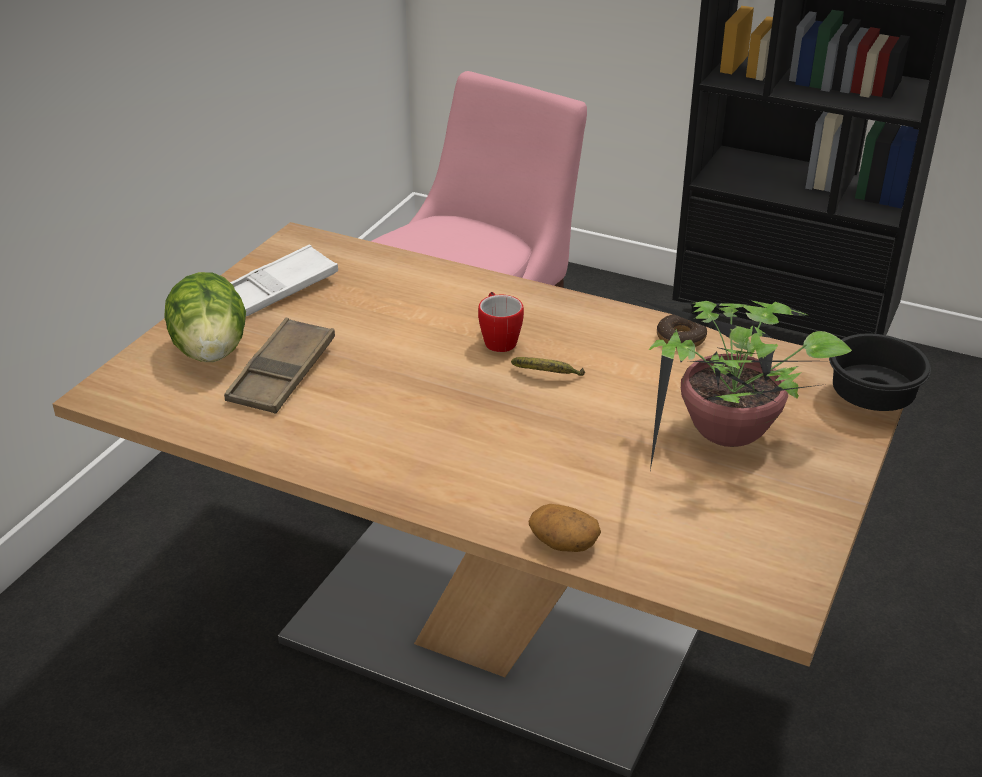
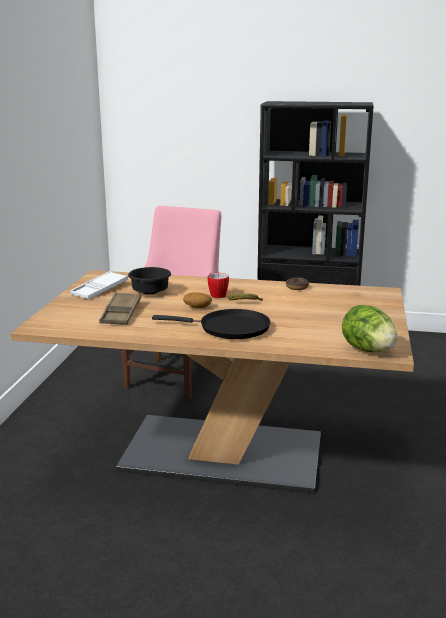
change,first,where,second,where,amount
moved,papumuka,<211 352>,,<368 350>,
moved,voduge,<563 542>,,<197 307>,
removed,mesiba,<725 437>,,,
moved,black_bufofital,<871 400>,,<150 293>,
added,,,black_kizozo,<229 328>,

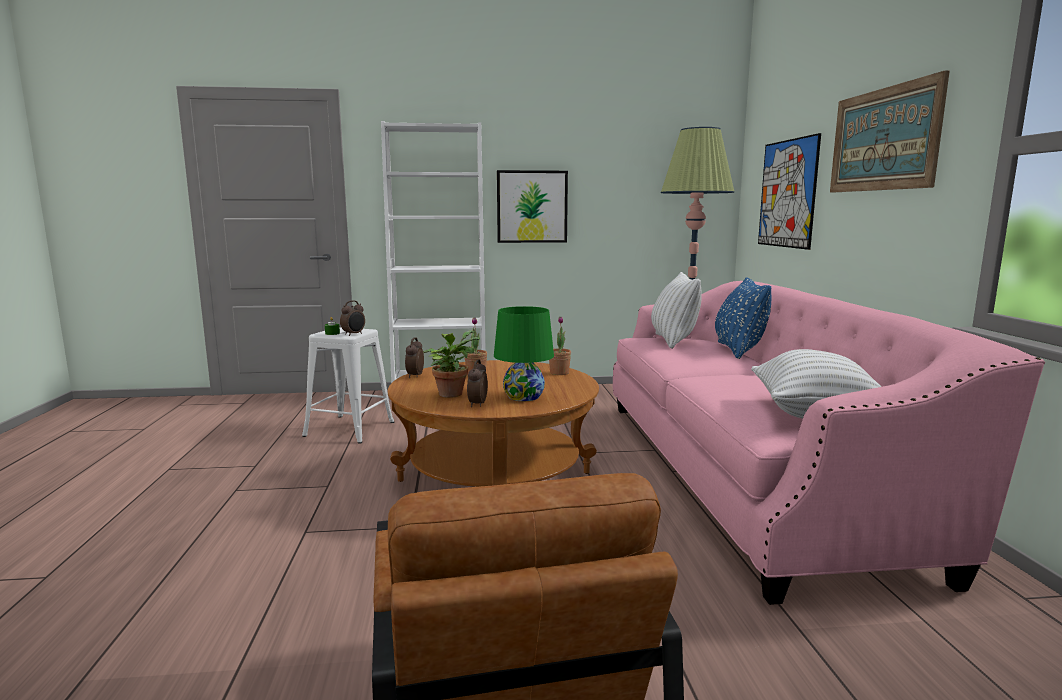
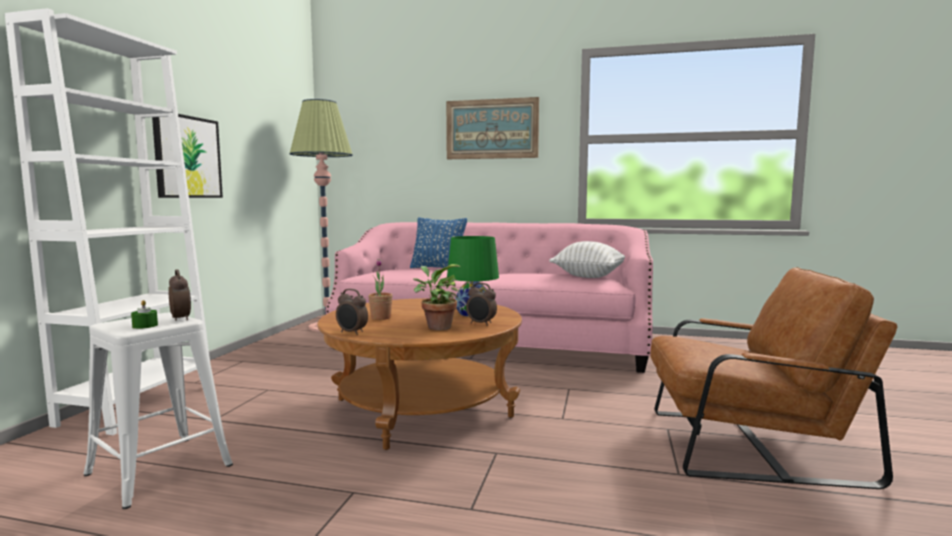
change,first,where,second,where,amount
removed,mesiba,<559 373>,,,
removed,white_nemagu,<673 341>,,,
removed,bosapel,<787 194>,,,

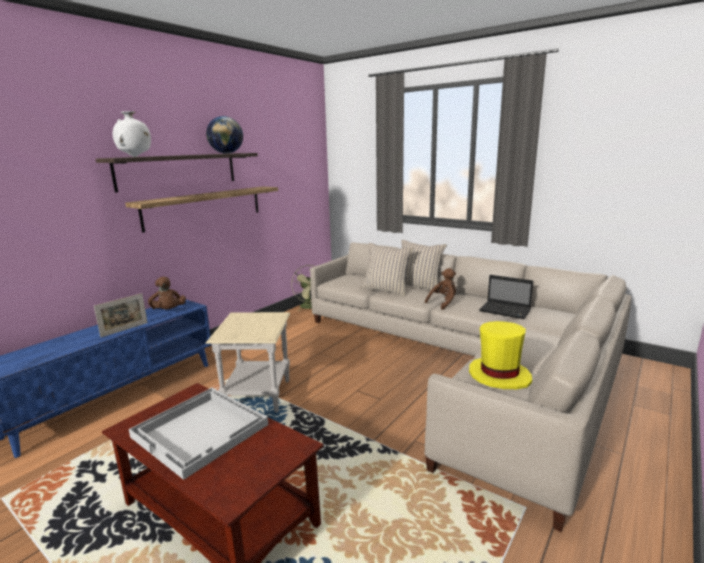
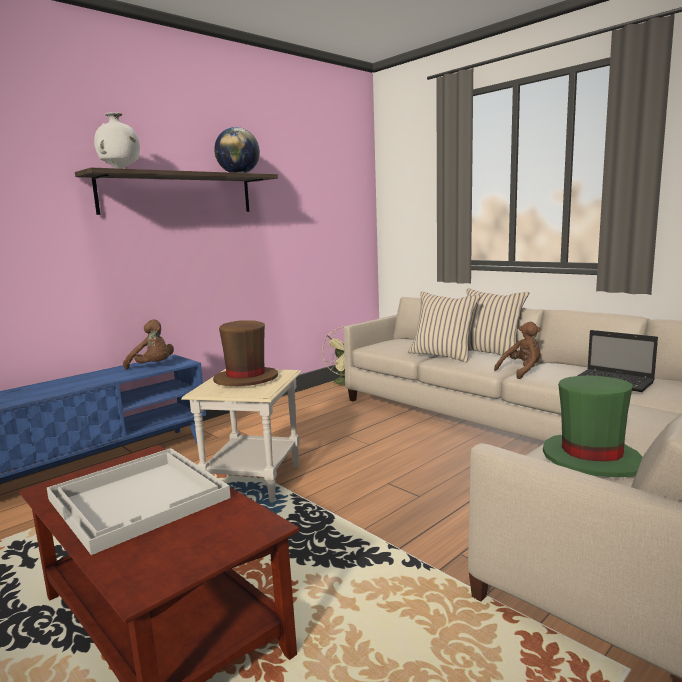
change,first,where,second,where,amount
removed,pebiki,<124 330>,,,
removed,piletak,<205 207>,,,
turned,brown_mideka,<168 311>,,<153 367>,45 degrees counterclockwise
recoloured,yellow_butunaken,<499 375>,green_butunaken,<591 458>,
added,,,brown_butunaken,<246 379>,

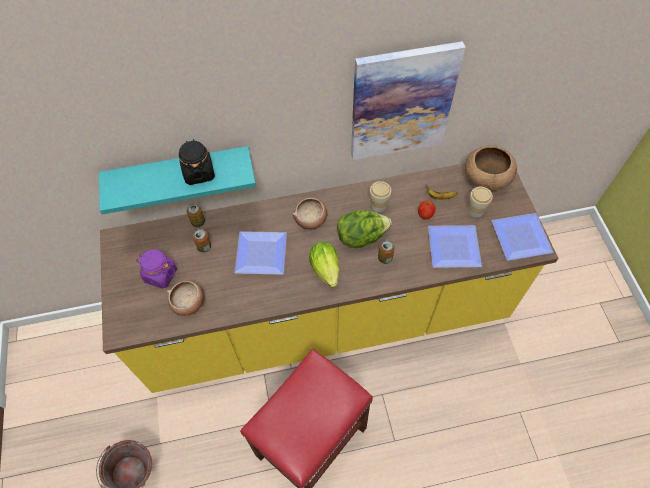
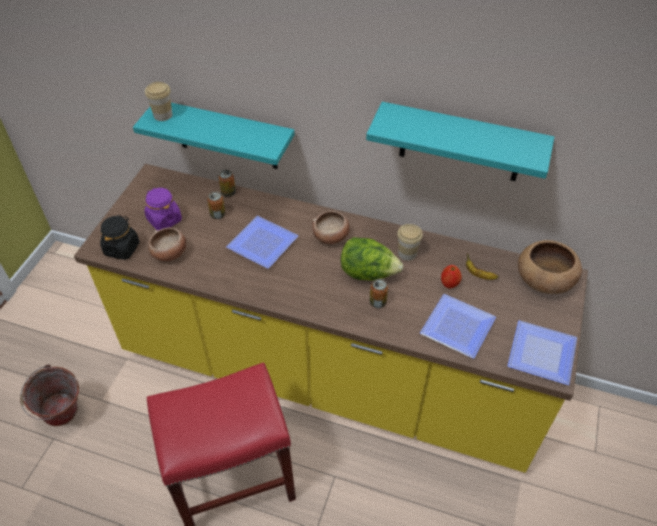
change,first,where,second,where,amount
moved,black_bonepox,<199 172>,,<122 248>,
removed,papumuka,<326 272>,,,
replaced,bosapel,<401 102>,turquoise_piletak,<461 143>,
moved,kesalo,<475 210>,,<163 115>,

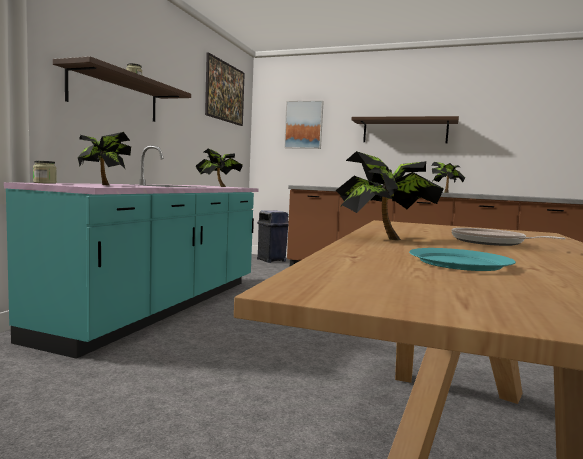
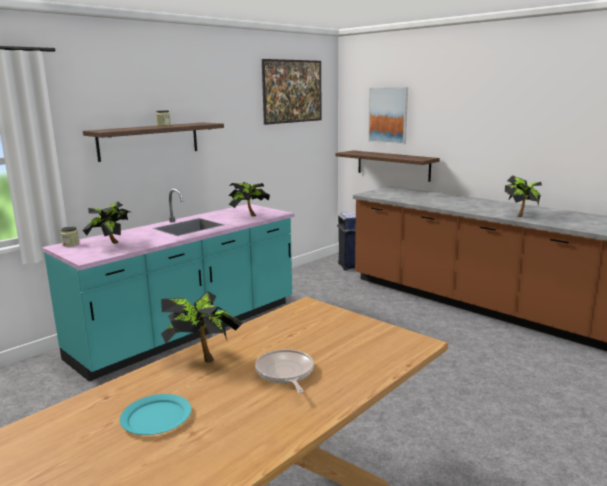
change,first,where,second,where,amount
moved,piletak,<404 131>,,<393 165>,

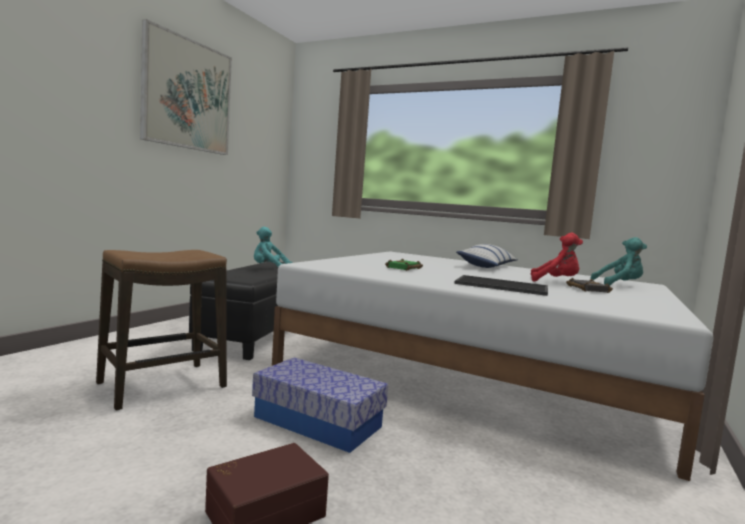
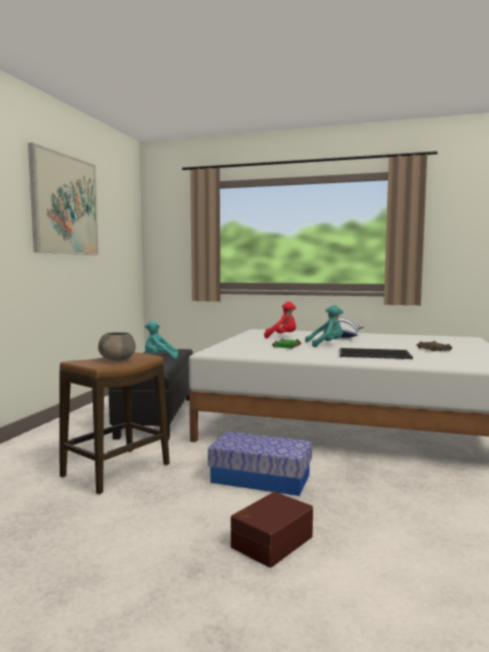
change,first,where,second,where,amount
moved,red_mideka,<555 282>,,<282 337>,
moved,turquoise_mideka,<619 285>,,<326 345>,
added,,,grey_bufofital,<118 359>,

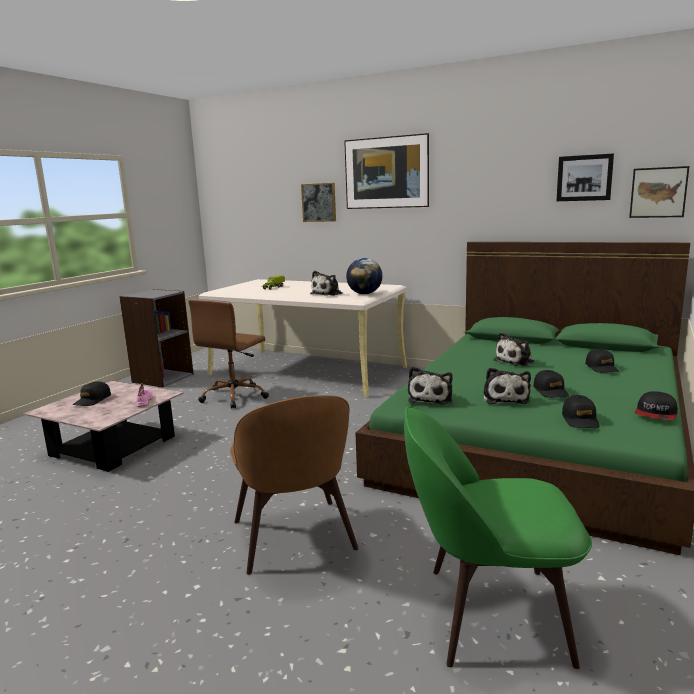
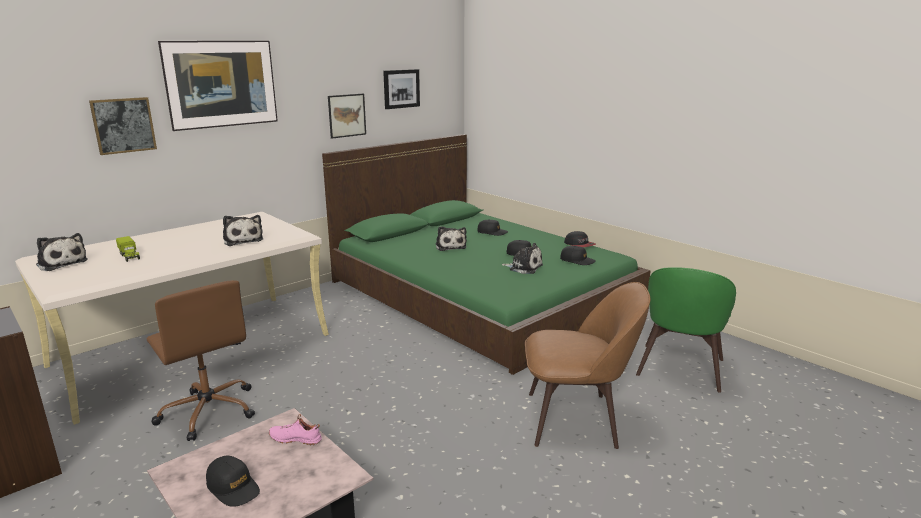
change,first,where,second,where,amount
removed,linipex,<365 294>,,,
moved,mideka,<431 398>,,<61 263>,
moved,bosapel,<658 192>,,<347 115>,

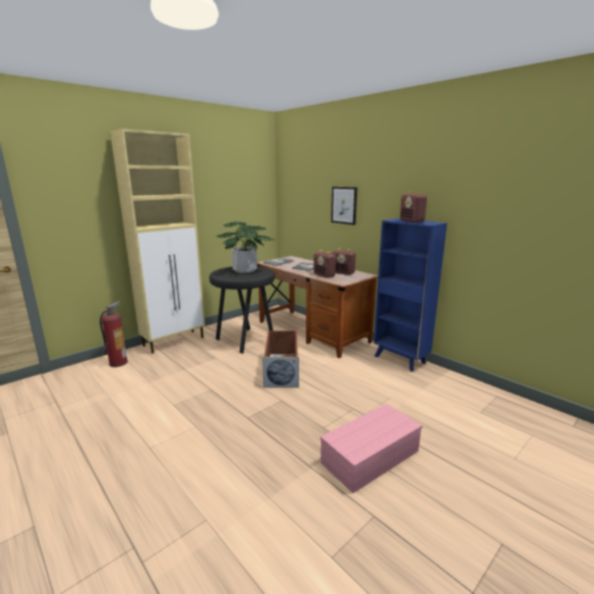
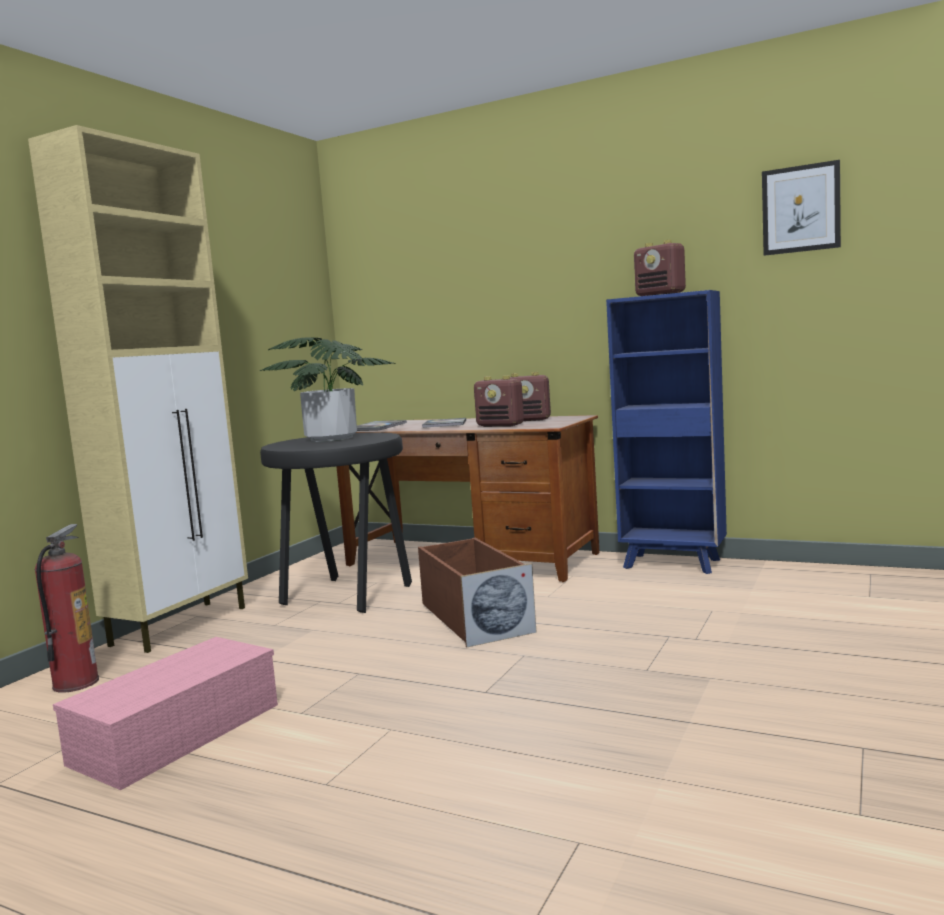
change,first,where,second,where,amount
moved,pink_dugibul,<370 455>,,<178 732>,
moved,bosapel,<344 205>,,<801 209>,

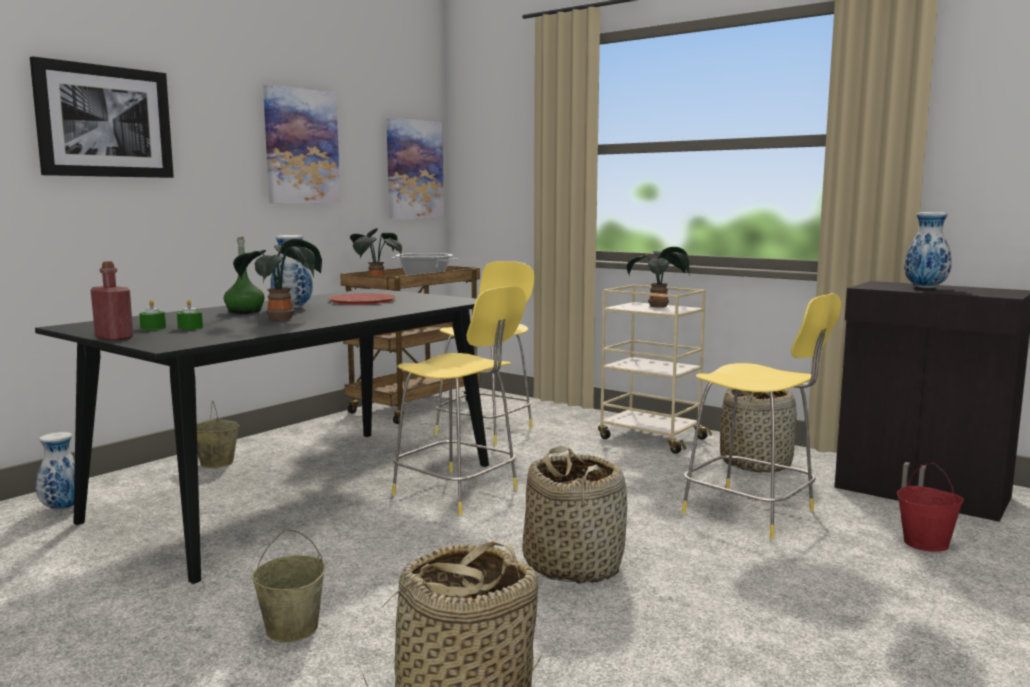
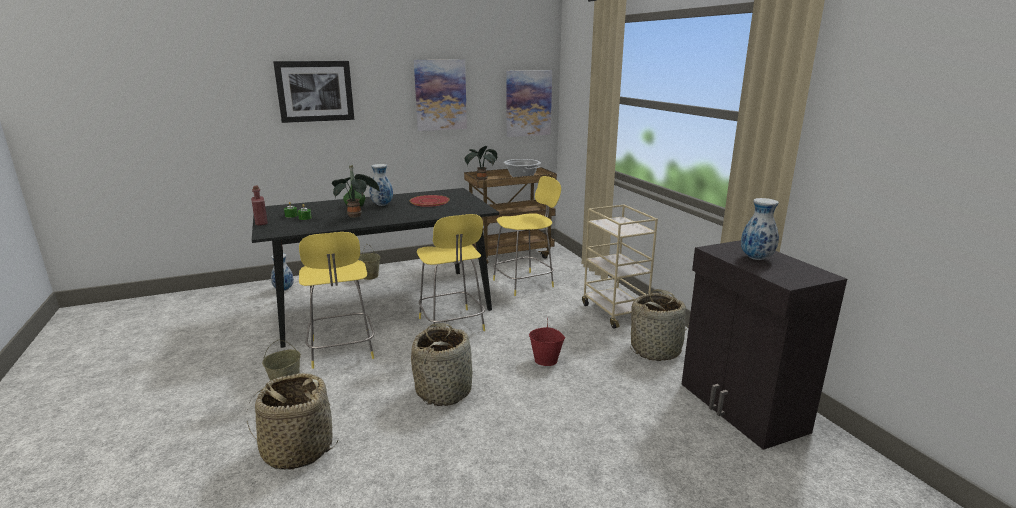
change,first,where,second,where,amount
removed,mesiba,<659 307>,,,
moved,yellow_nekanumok,<752 513>,,<342 350>,
moved,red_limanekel,<926 543>,,<546 360>,

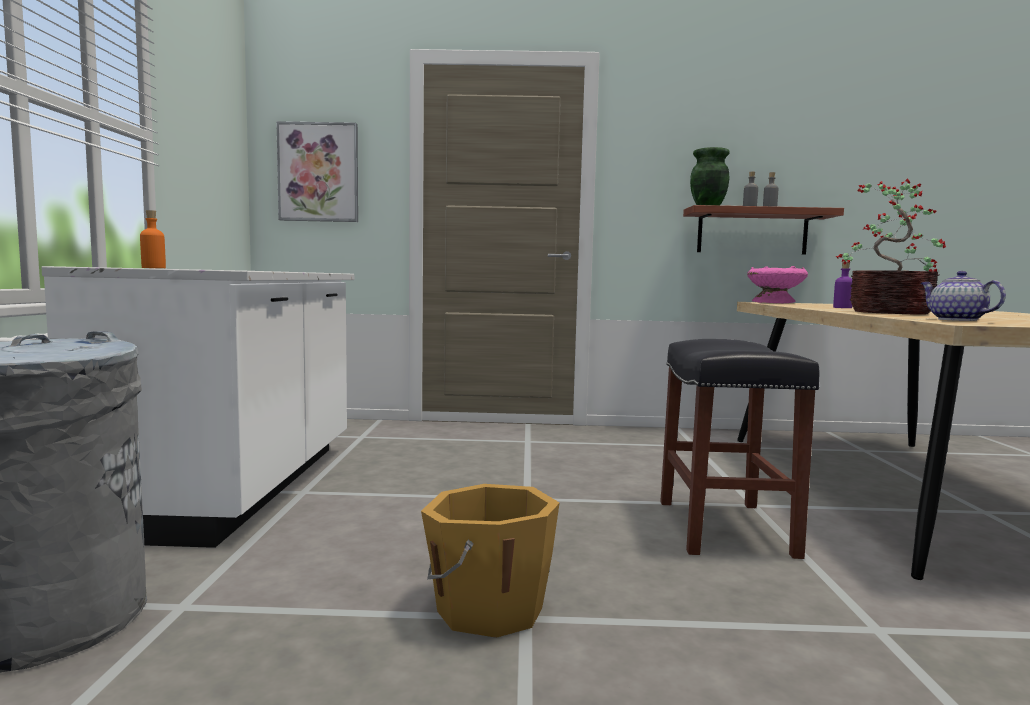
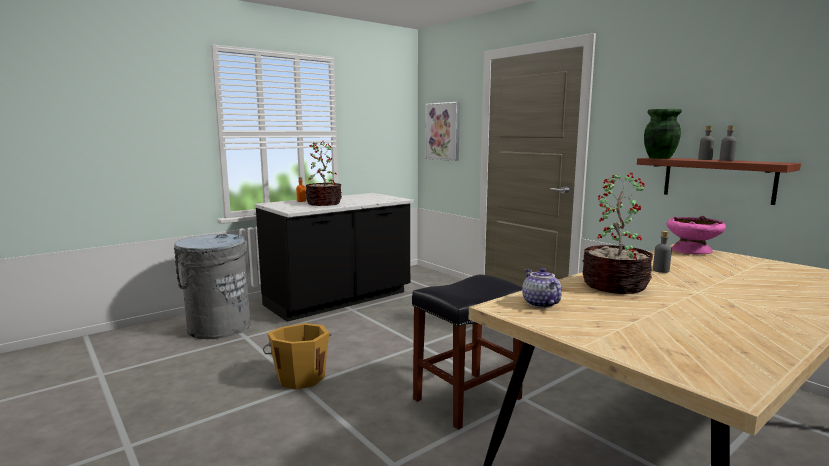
change,first,where,second,where,amount
recoloured,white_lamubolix,<240 486>,black_lamubolix,<339 300>,
recoloured,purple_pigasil,<842 308>,grey_pigasil,<661 270>,
turned,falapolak,<955 320>,,<539 304>,45 degrees counterclockwise
added,,,mesiba,<323 203>,

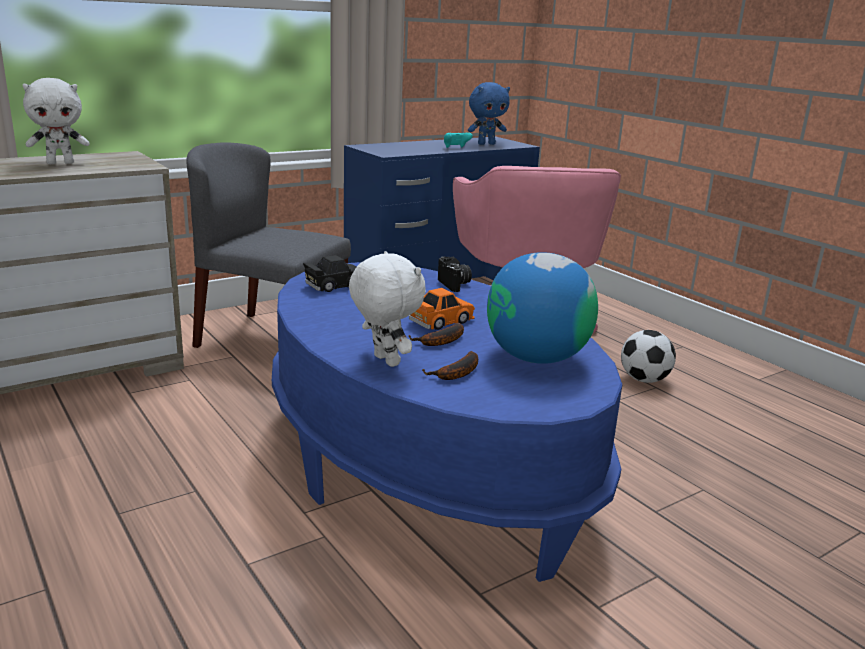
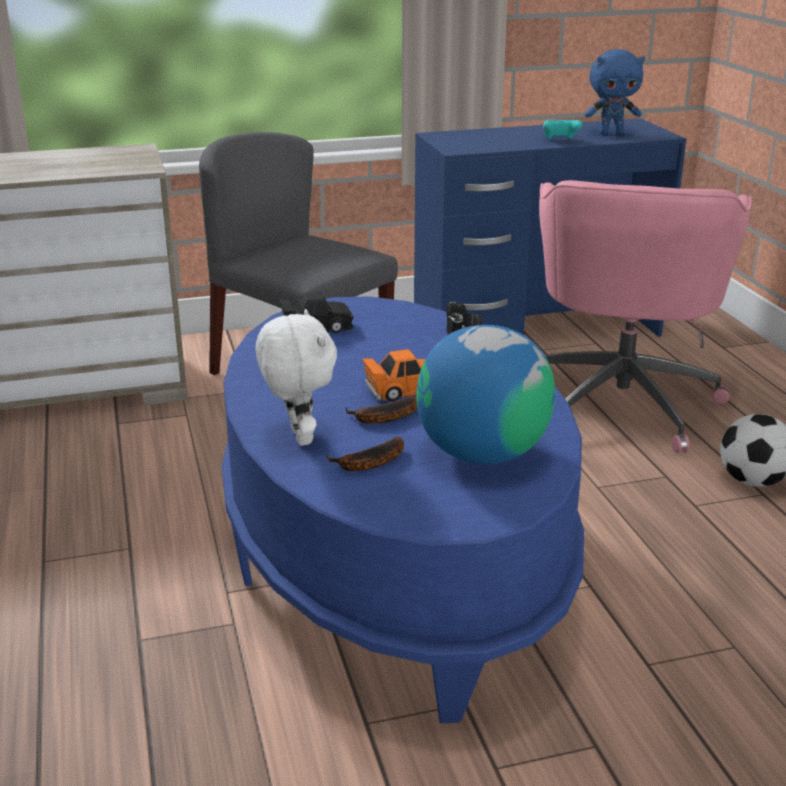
change,first,where,second,where,amount
removed,white_mideka,<61 163>,,,

